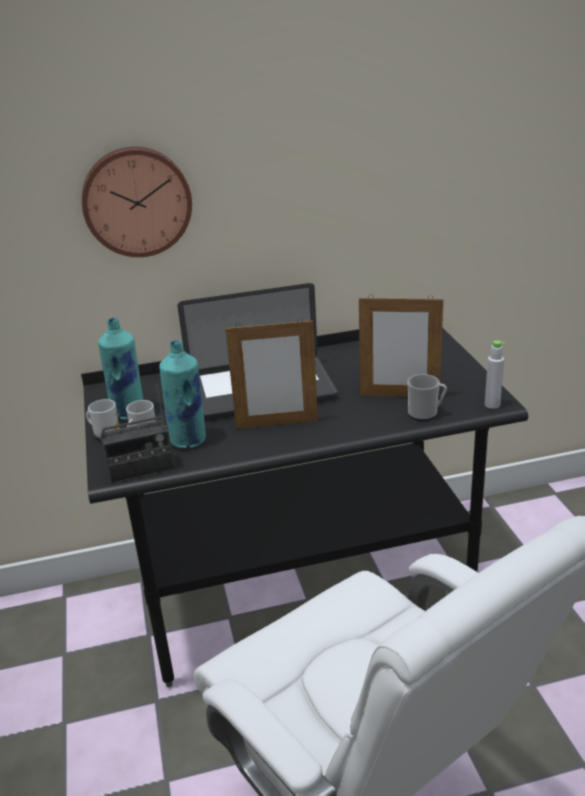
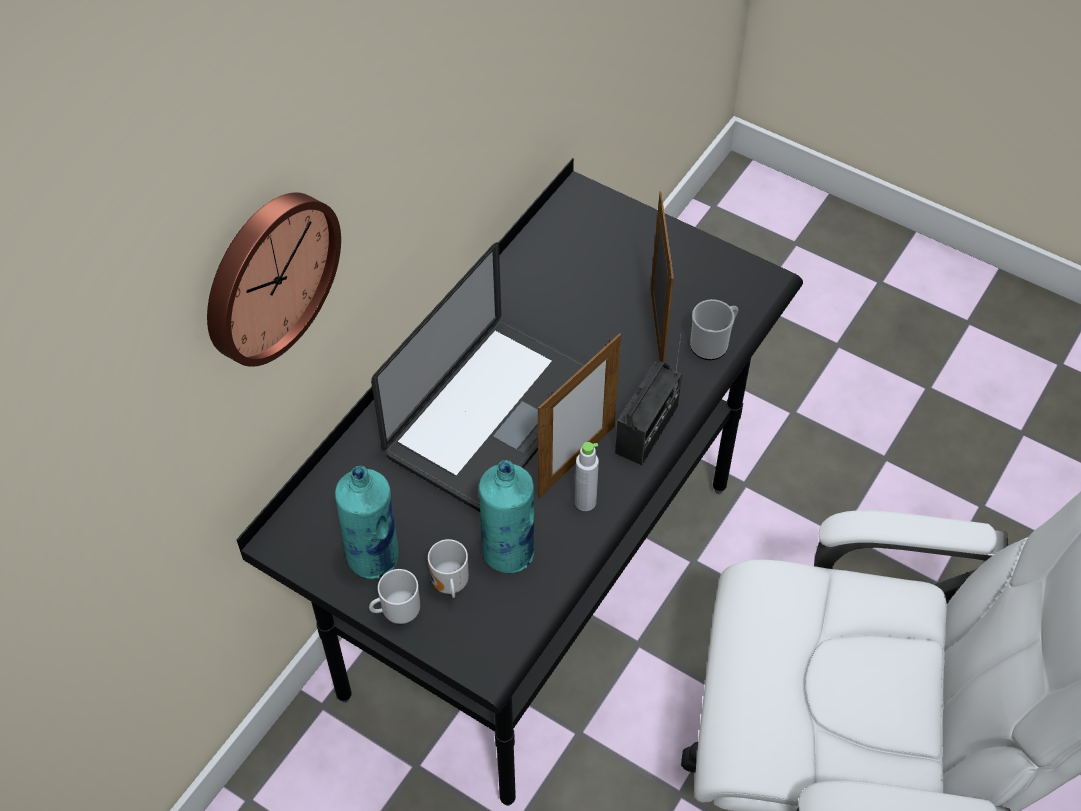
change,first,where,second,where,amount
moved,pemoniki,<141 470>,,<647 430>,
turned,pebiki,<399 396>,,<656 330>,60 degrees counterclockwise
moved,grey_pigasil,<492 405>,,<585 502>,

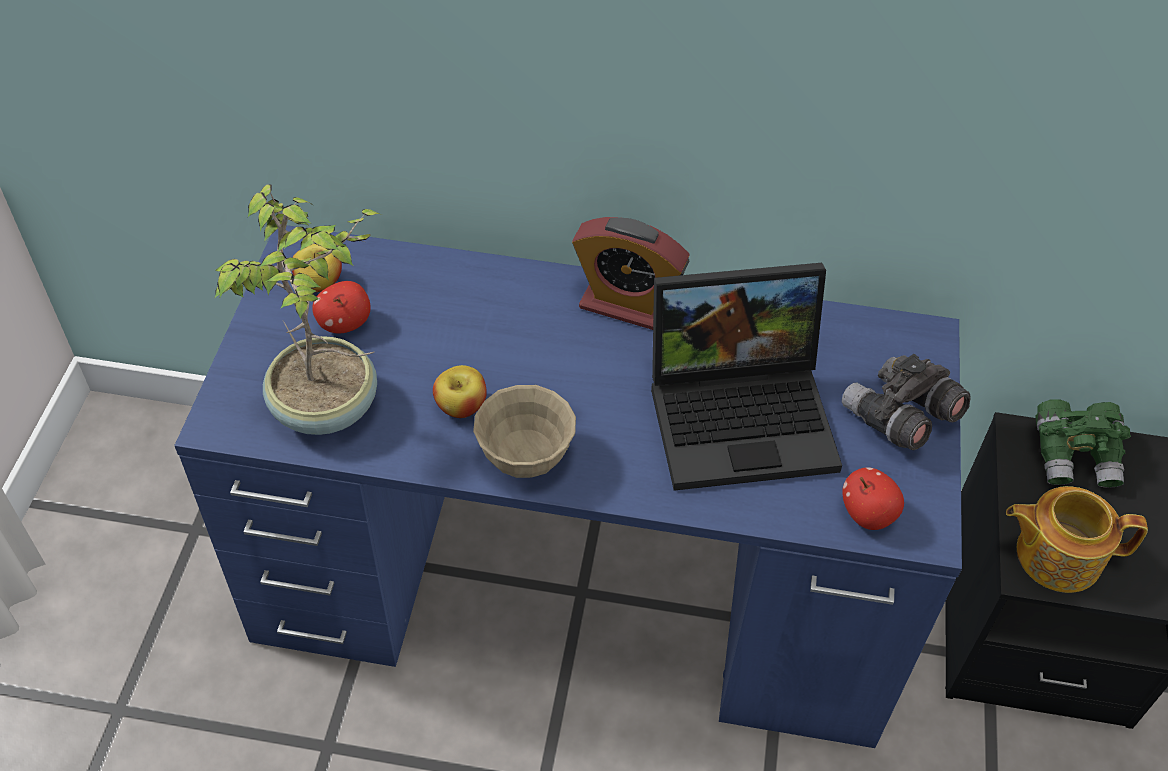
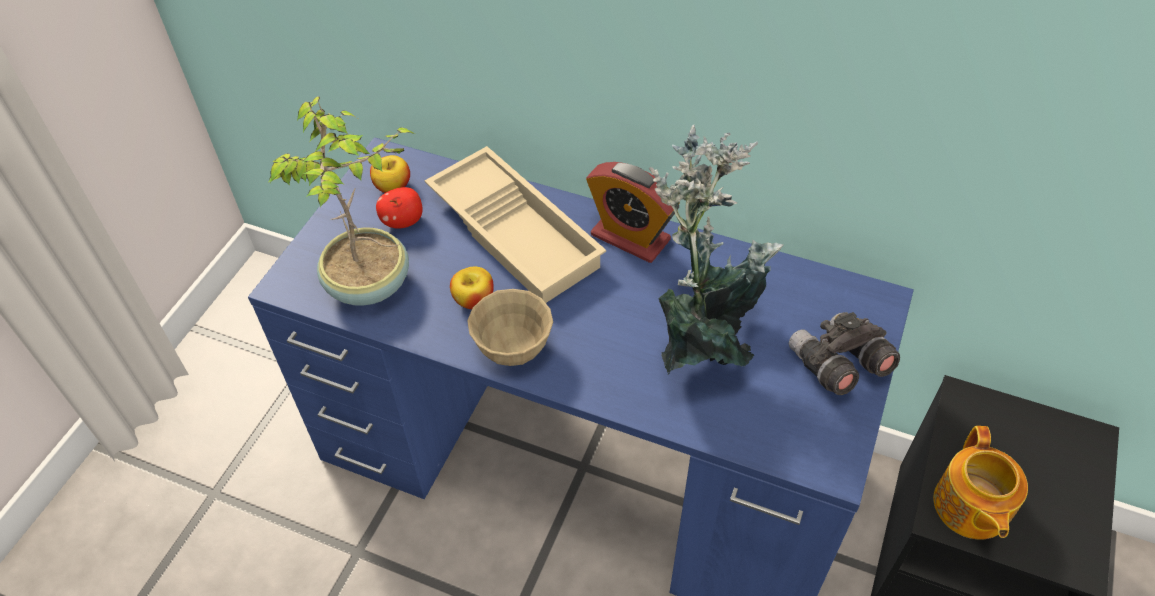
change,first,where,second,where,amount
replaced,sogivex,<744 413>,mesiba,<703 341>,
removed,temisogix,<867 514>,,,
turned,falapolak,<1056 554>,,<970 507>,105 degrees counterclockwise
removed,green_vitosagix,<1075 456>,,,
added,,,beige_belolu,<517 232>,

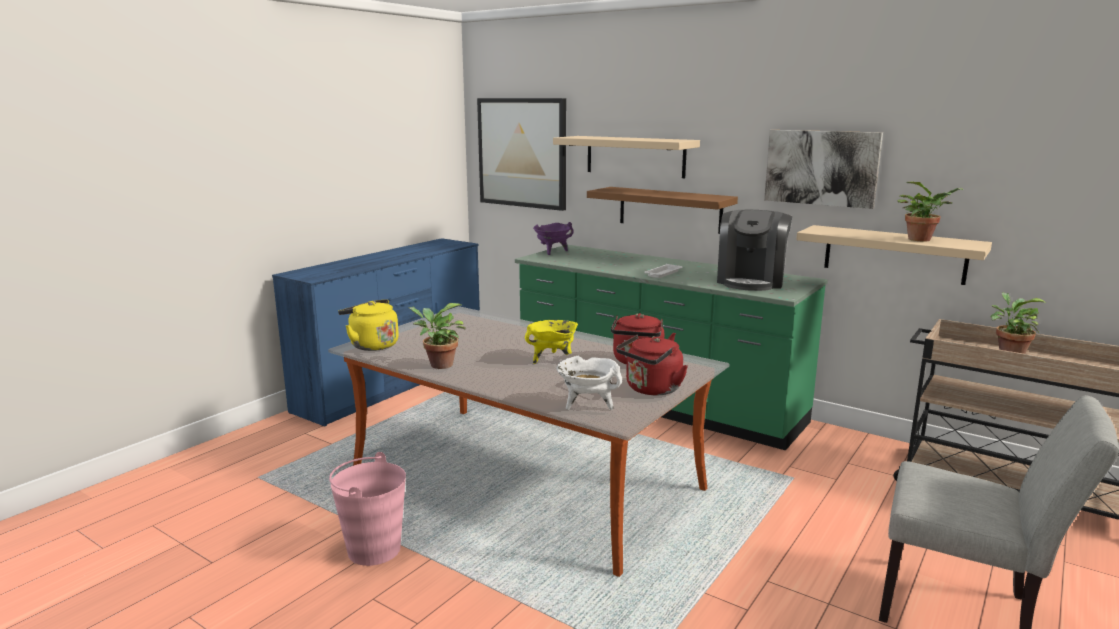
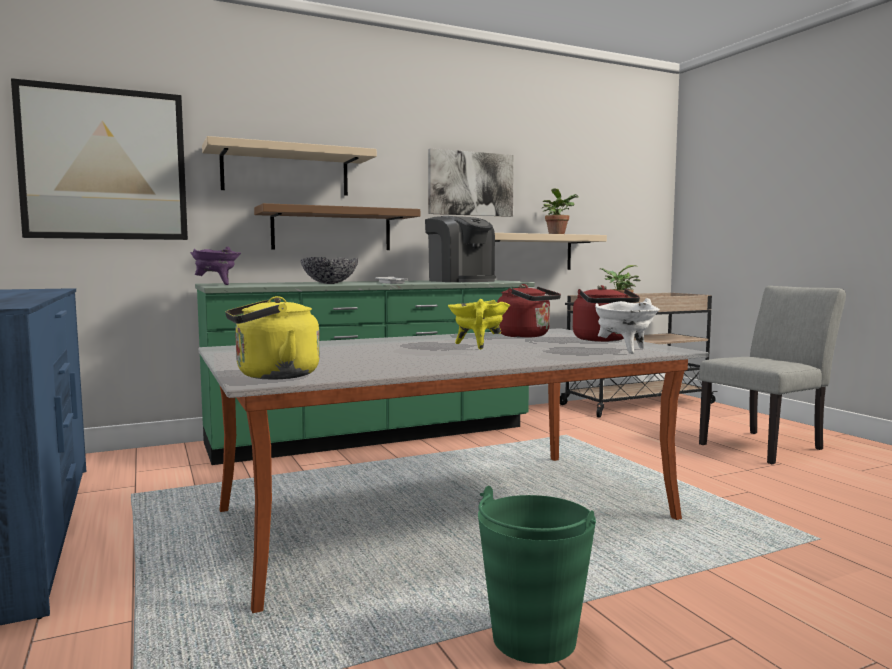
change,first,where,second,where,amount
recoloured,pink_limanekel,<373 549>,green_limanekel,<533 639>,
removed,mesiba,<438 365>,,,
added,,,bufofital,<329 283>,

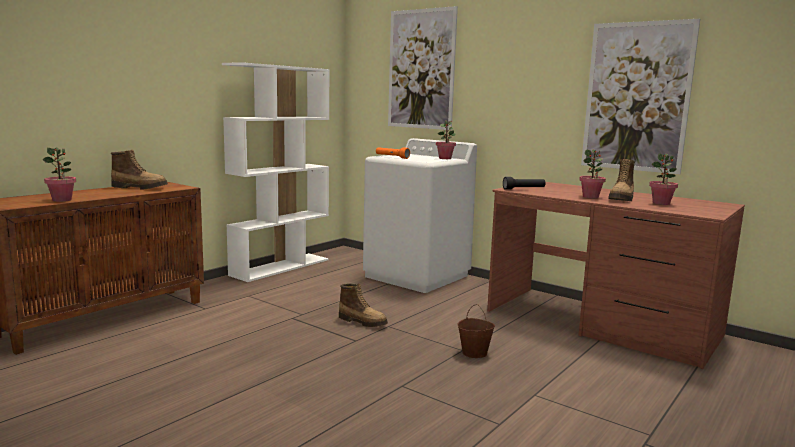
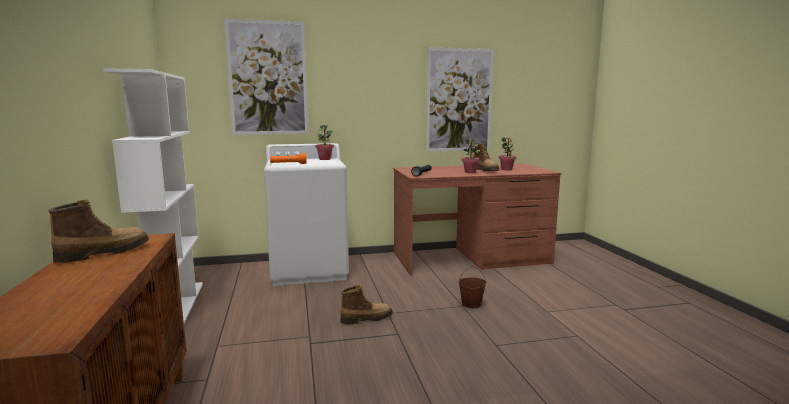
change,first,where,second,where,amount
removed,mesiba,<62 200>,,,

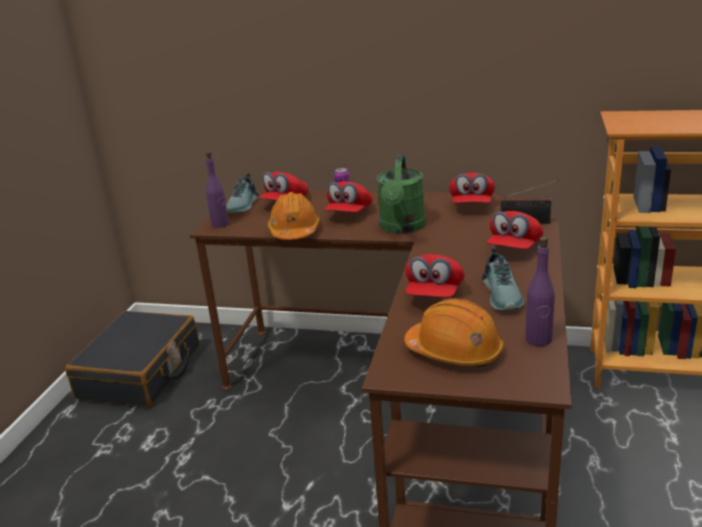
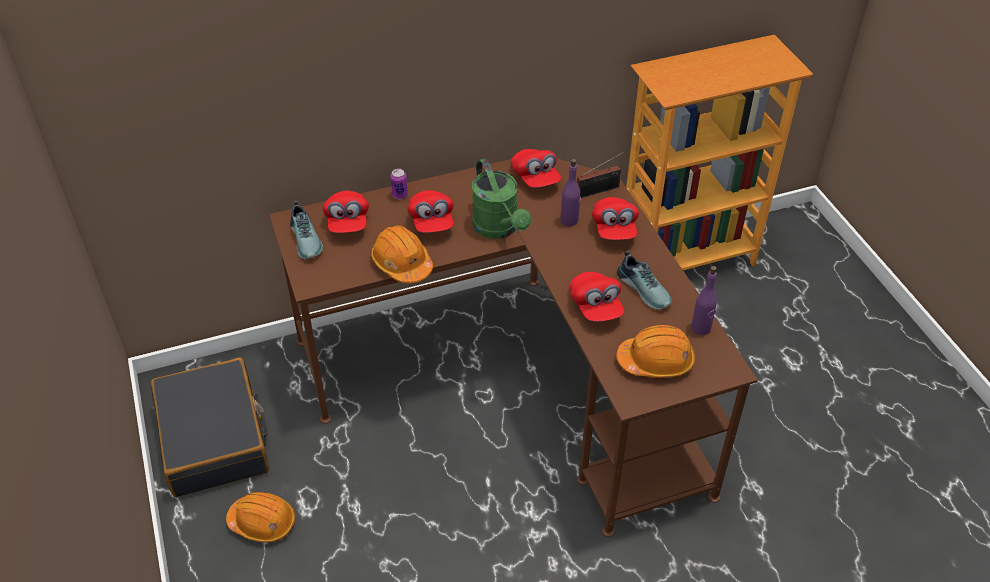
change,first,where,second,where,amount
moved,purple_pigasil,<220 224>,,<569 220>,
added,,,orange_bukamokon,<263 522>,

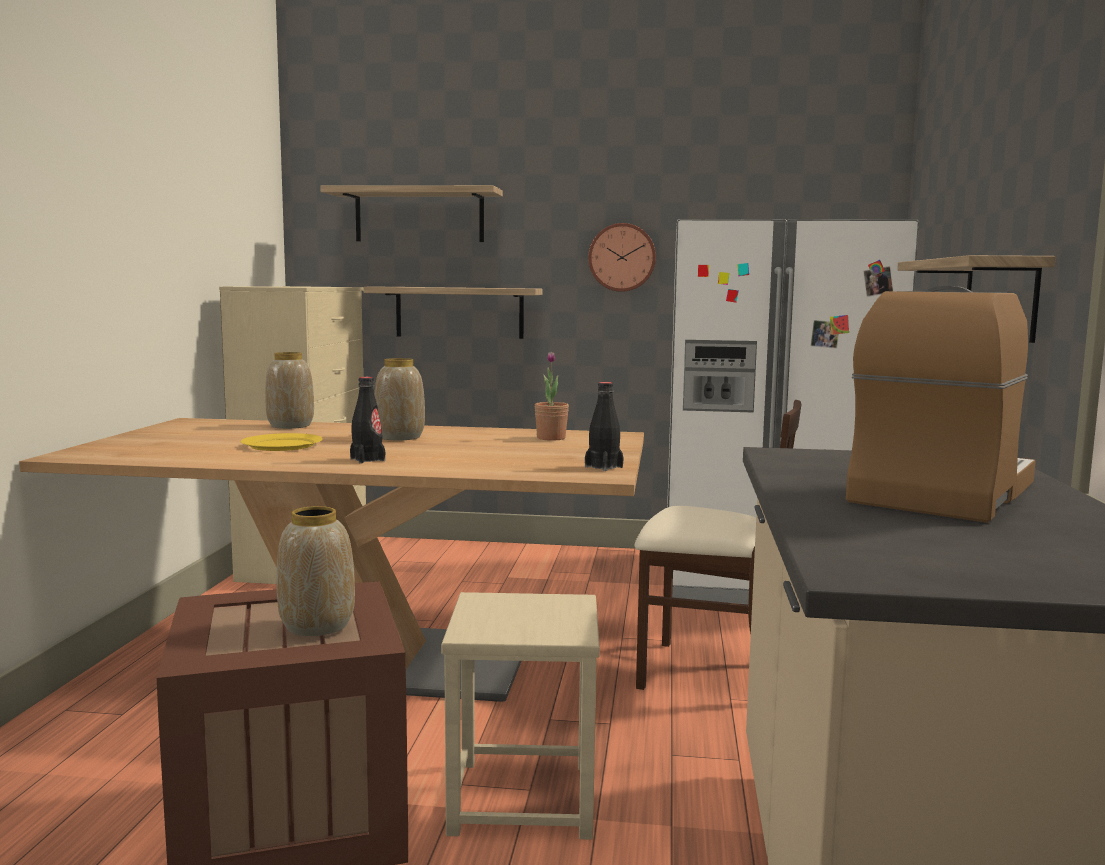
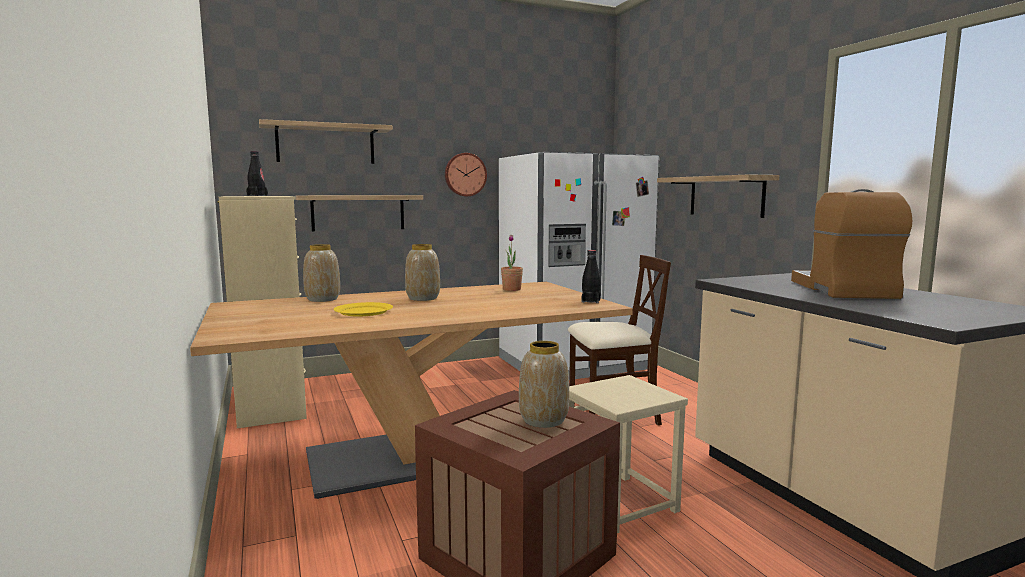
change,first,where,second,where,amount
moved,black_pigasil,<367 460>,,<257 196>,

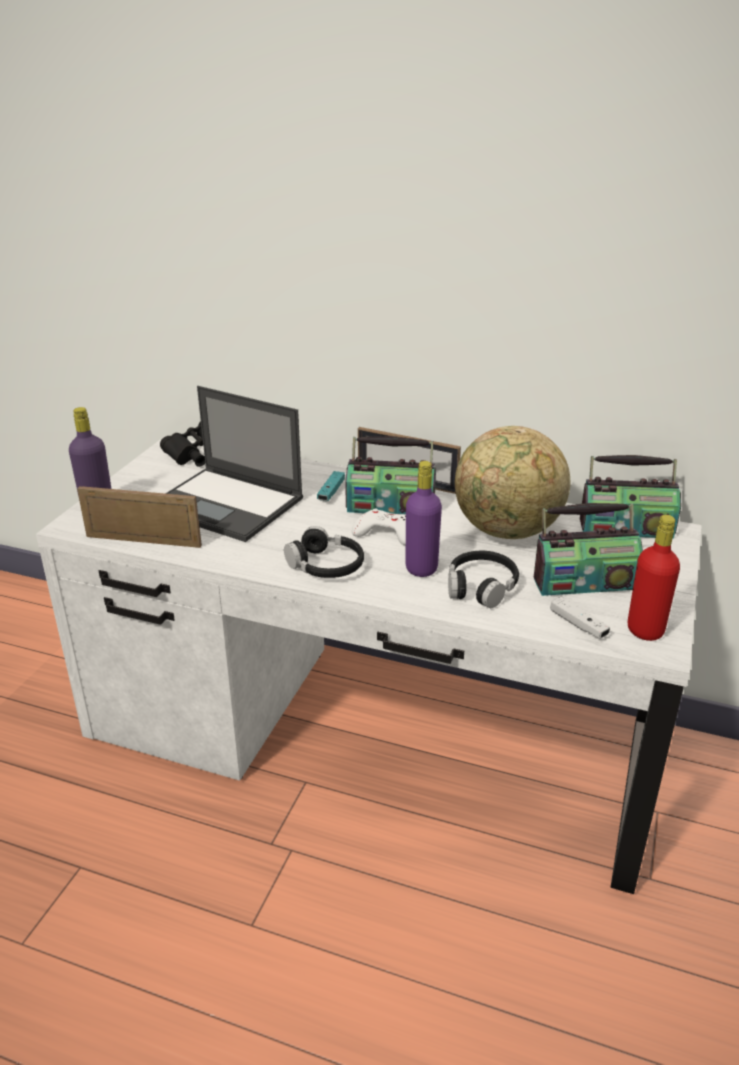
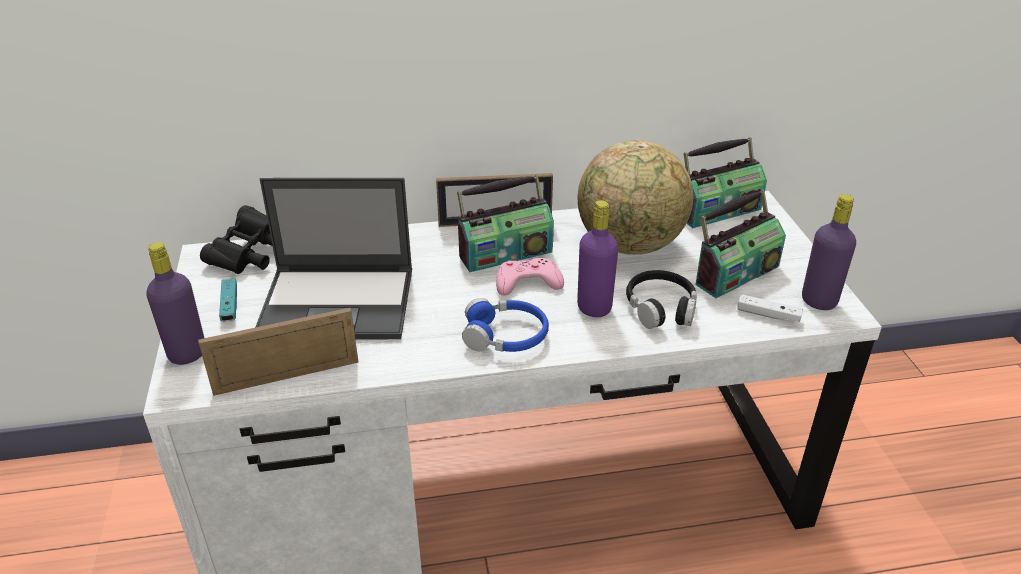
change,first,where,second,where,amount
recoloured,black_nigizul,<326 565>,blue_nigizul,<506 336>,
moved,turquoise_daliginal,<331 492>,,<230 306>,
recoloured,white_daliginal,<386 533>,pink_daliginal,<527 282>,
recoloured,red_pigasil,<645 630>,purple_pigasil,<819 301>,

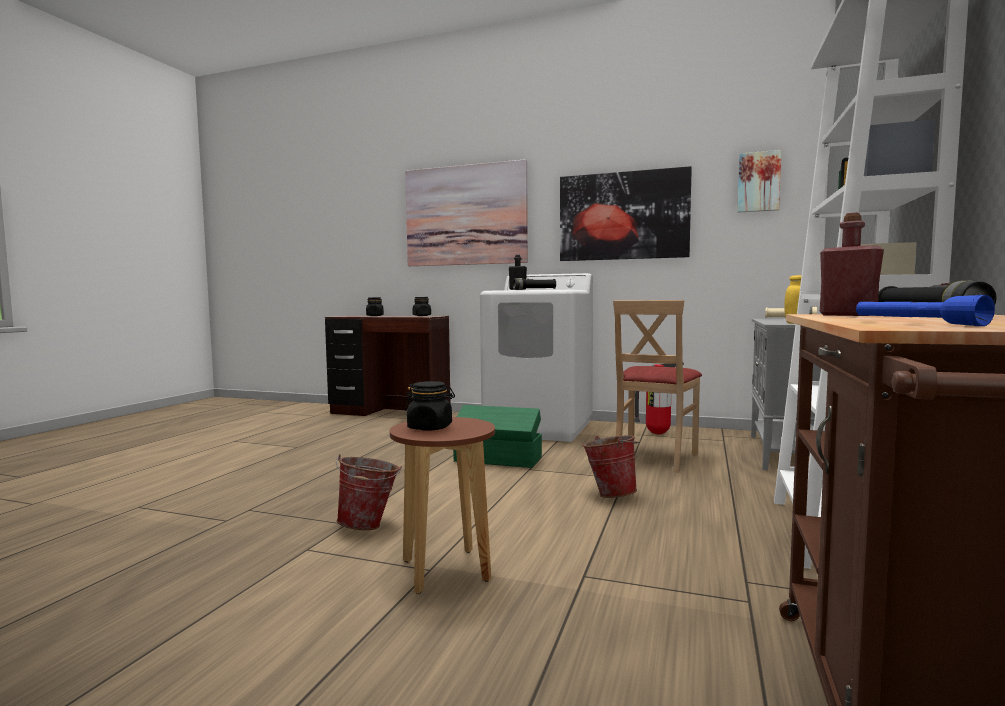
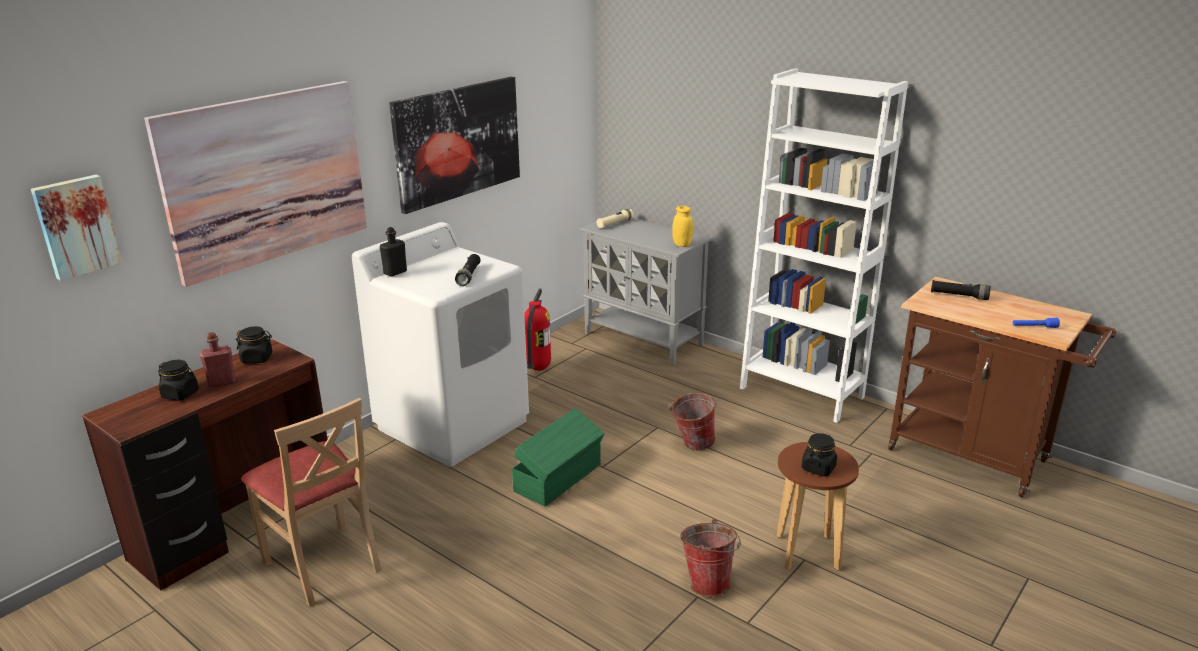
change,first,where,second,where,amount
moved,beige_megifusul,<654 458>,,<324 564>,
moved,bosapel,<758 182>,,<76 226>,
moved,red_pigasil,<847 315>,,<222 382>,

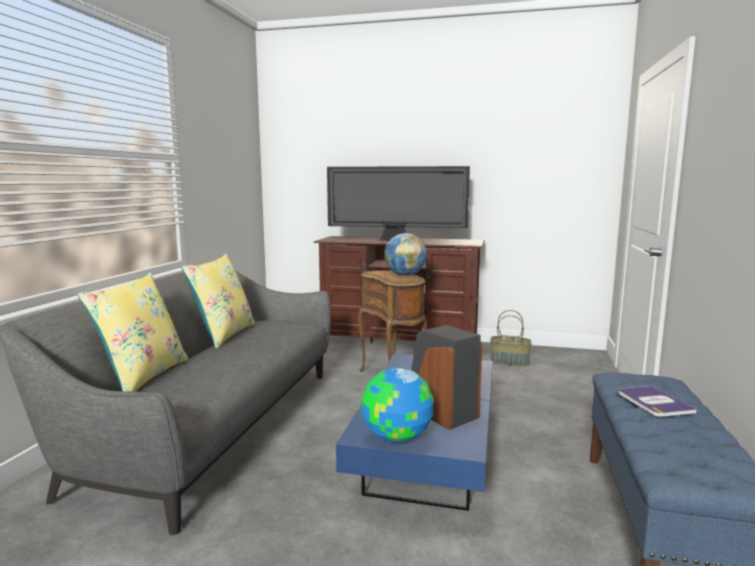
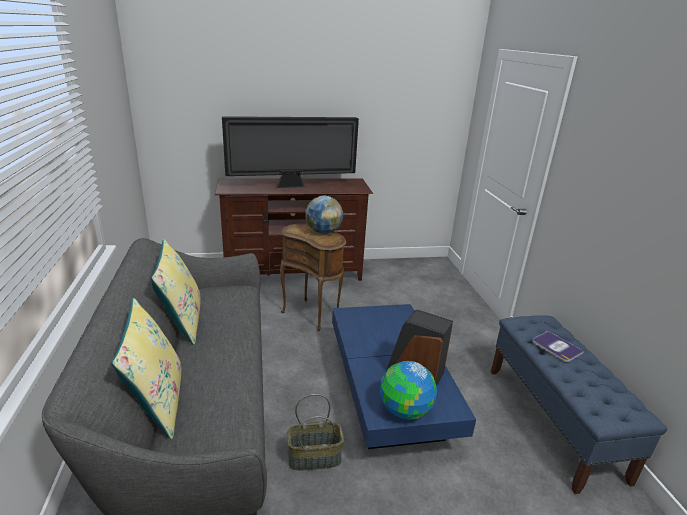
change,first,where,second,where,amount
moved,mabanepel,<510 361>,,<315 457>,

